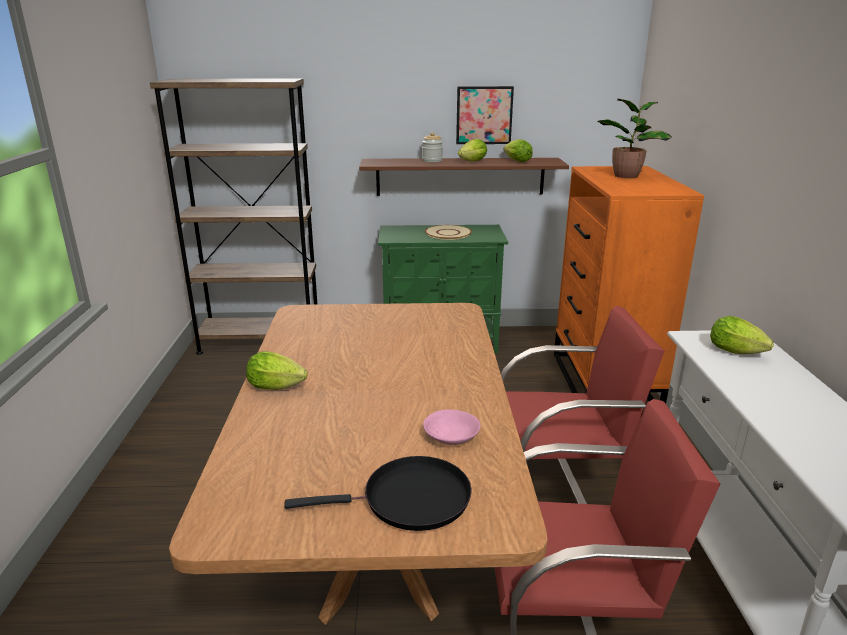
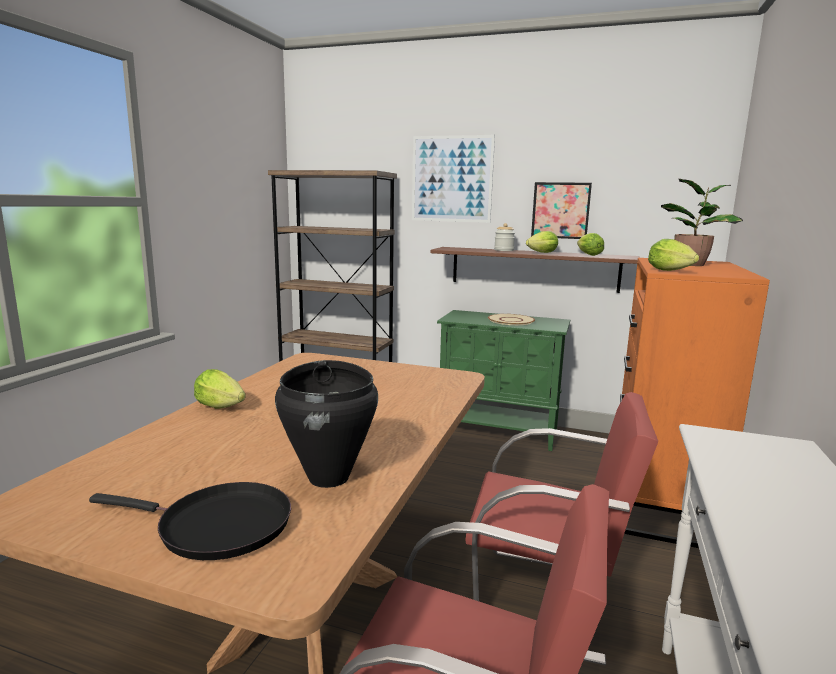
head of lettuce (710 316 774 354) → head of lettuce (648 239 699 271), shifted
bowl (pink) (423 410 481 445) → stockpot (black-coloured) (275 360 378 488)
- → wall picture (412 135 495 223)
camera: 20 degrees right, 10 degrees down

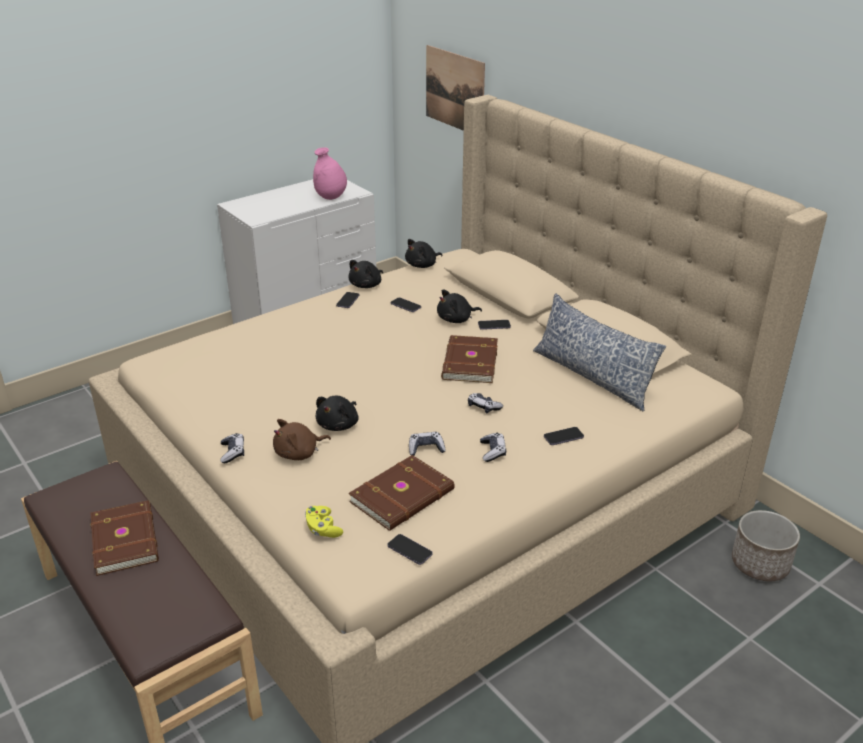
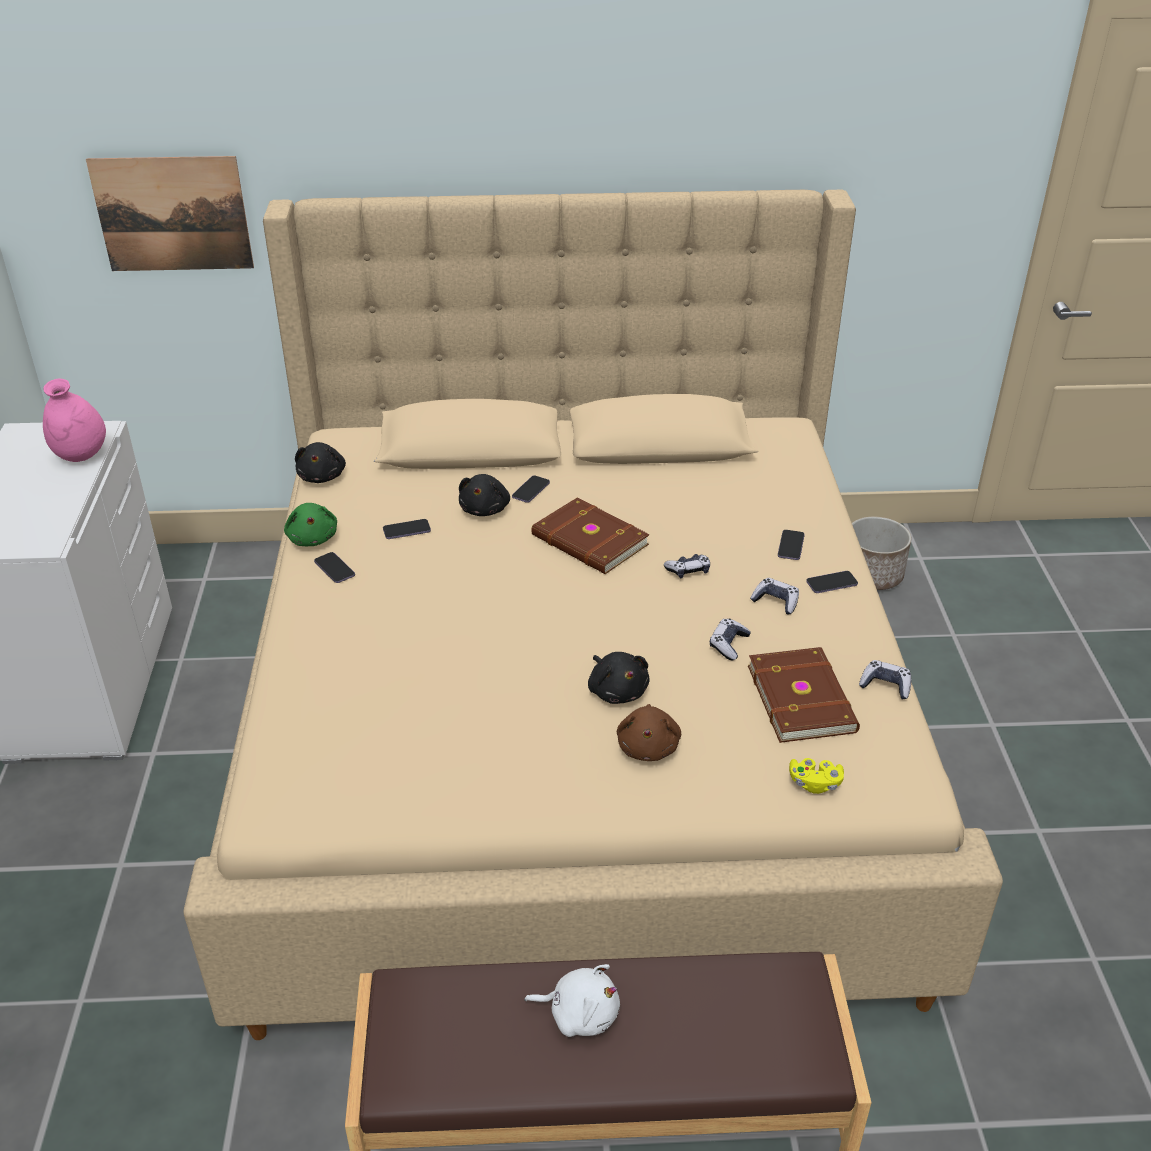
soft toy (black-coloured) (348 260 383 288) → soft toy (green) (284 503 337 546)
cushion (533 293 666 411) → -
gamepad (220 433 244 463) → gamepad (859 660 912 699), shifted
volume (brownish) (90 500 159 576) → soft toy (white-coloured) (524 964 620 1037)
telephone (387 534 433 565) → telephone (806 571 858 593), shifted
camera: 55 degrees left, 5 degrees up

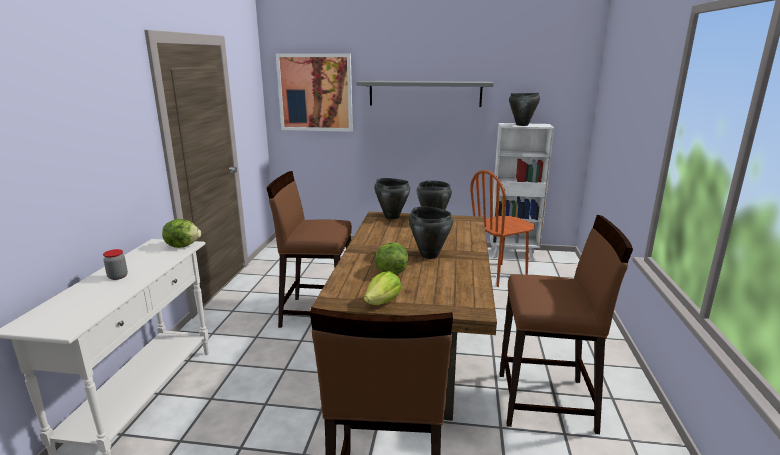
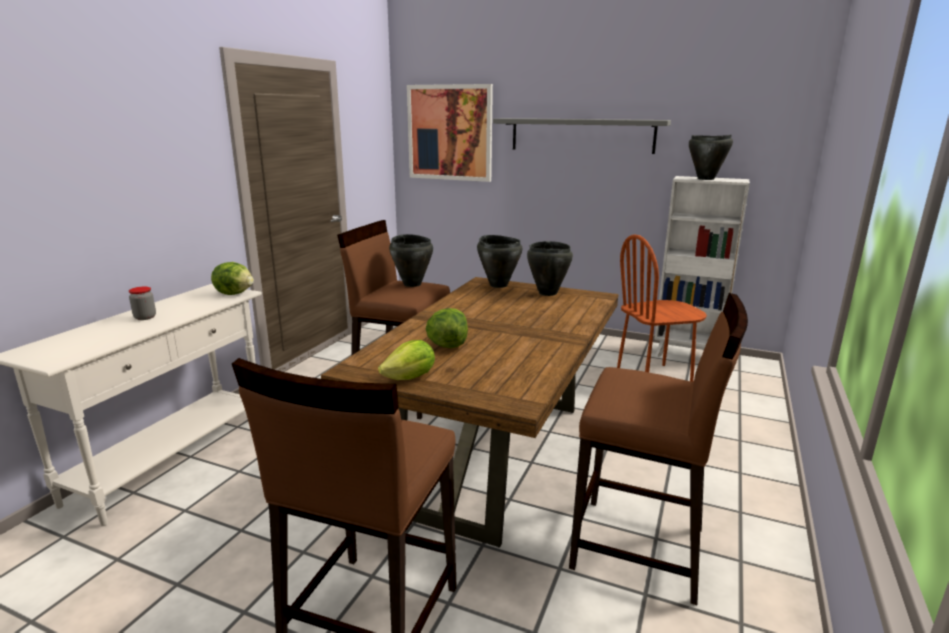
stockpot (black-coloured) (409 206 453 259) → stockpot (black-coloured) (389 234 433 287), shifted
camera: 15 degrees right, 0 degrees up

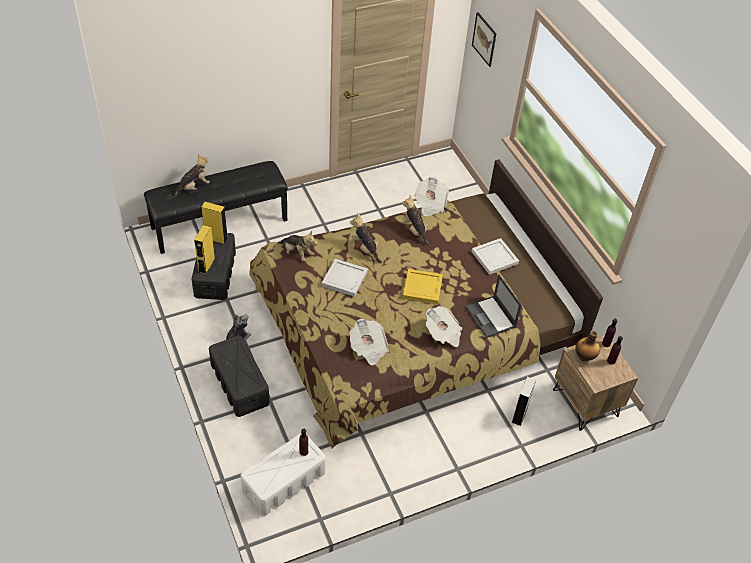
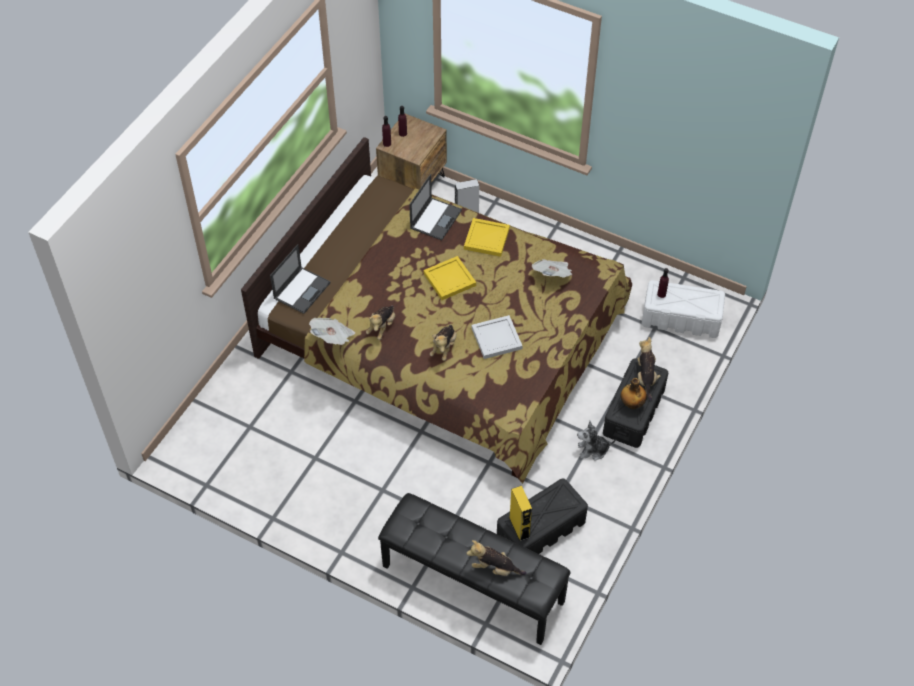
wall picture (472 12 496 67) → -
audio speaker (yellowish) (194 225 215 274) → -
soft toy (278 231 318 261) → soft toy (638 337 661 401), shifted
tray (white-coloured) (471 238 519 275) → -
daily paper (426 306 462 347) → tray (yellowish) (464 218 510 257)
drink bottle (575 331 600 361) → drink bottle (621 378 647 409), shifted
- → laptop (270 244 331 314)
camera: 125 degrees left, 5 degrees up

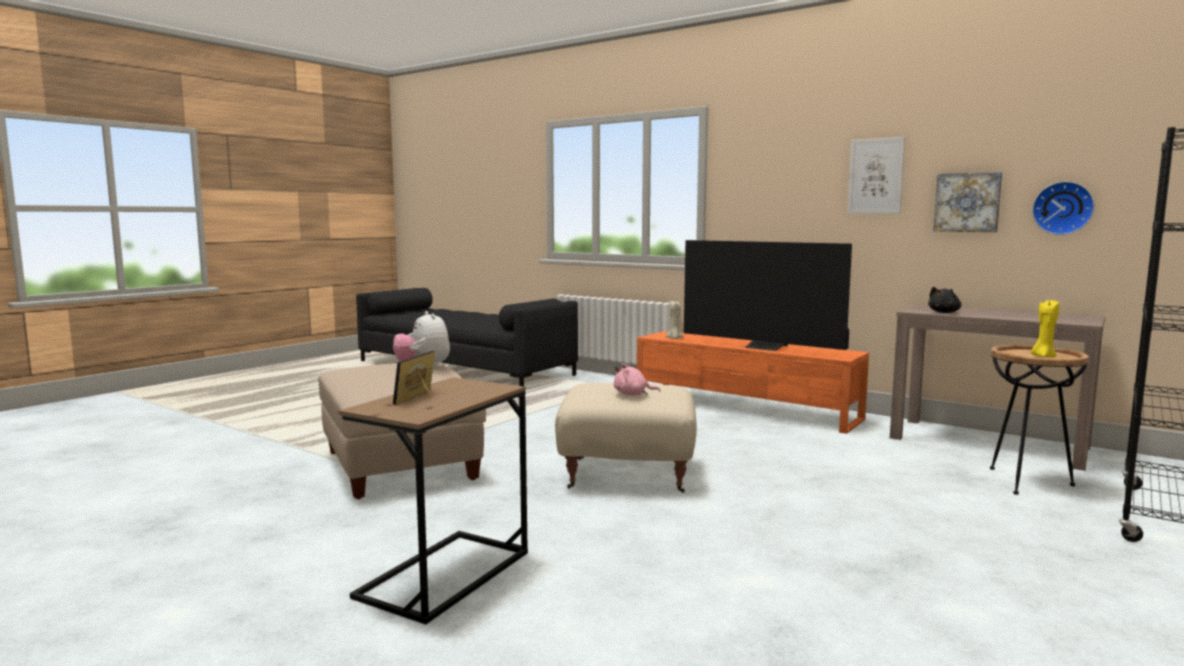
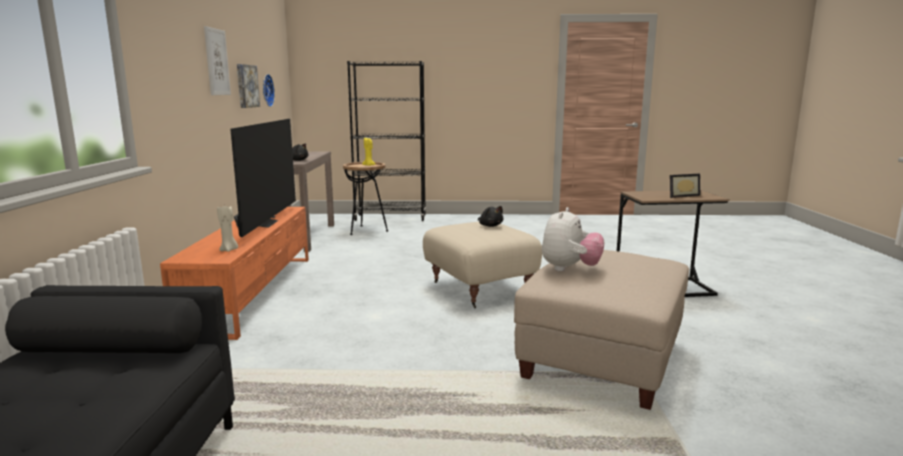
soft toy (pink) (614 363 661 396) → soft toy (black-coloured) (478 206 504 227)
camera: 125 degrees left, 5 degrees up

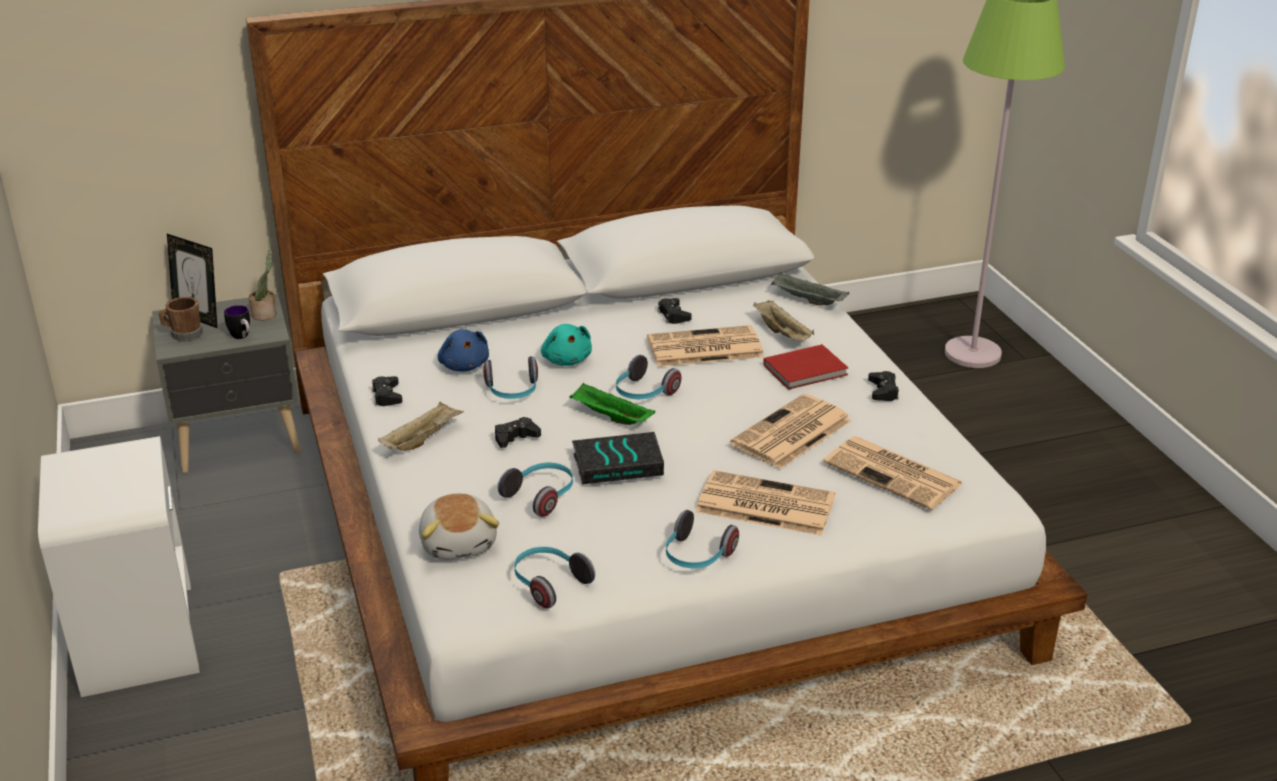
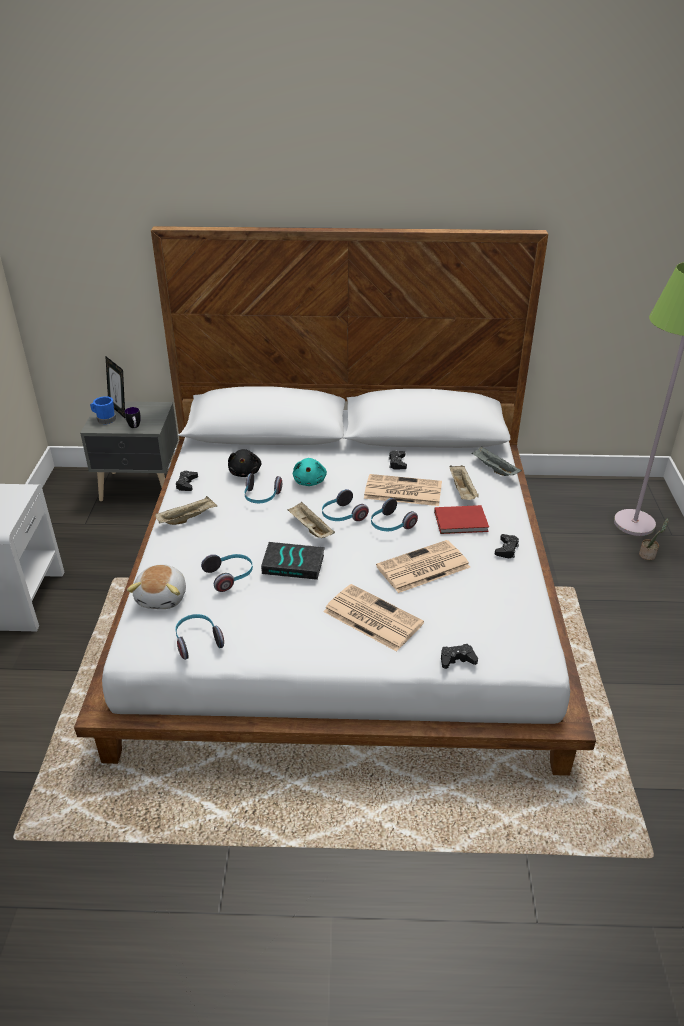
plant in a pot (249 250 277 321) → plant in a pot (639 518 668 560), shifted
coffee mug (brownish) (158 297 203 342) → coffee mug (blue-coloured) (90 396 116 424)
soft toy (blue-coloured) (438 329 489 371) → soft toy (black-coloured) (228 449 262 477)
tray (green) (569 382 655 425) → tray (beige-coloured) (288 502 335 538)
gamepad (black-coloured) (495 417 541 448) → gamepad (black-coloured) (441 644 478 669), shifted
daily paper (823 436 963 510) → -
pair of headphones (666 510 739 568) → pair of headphones (371 498 418 531), shifted
camera: 20 degrees right, 5 degrees up

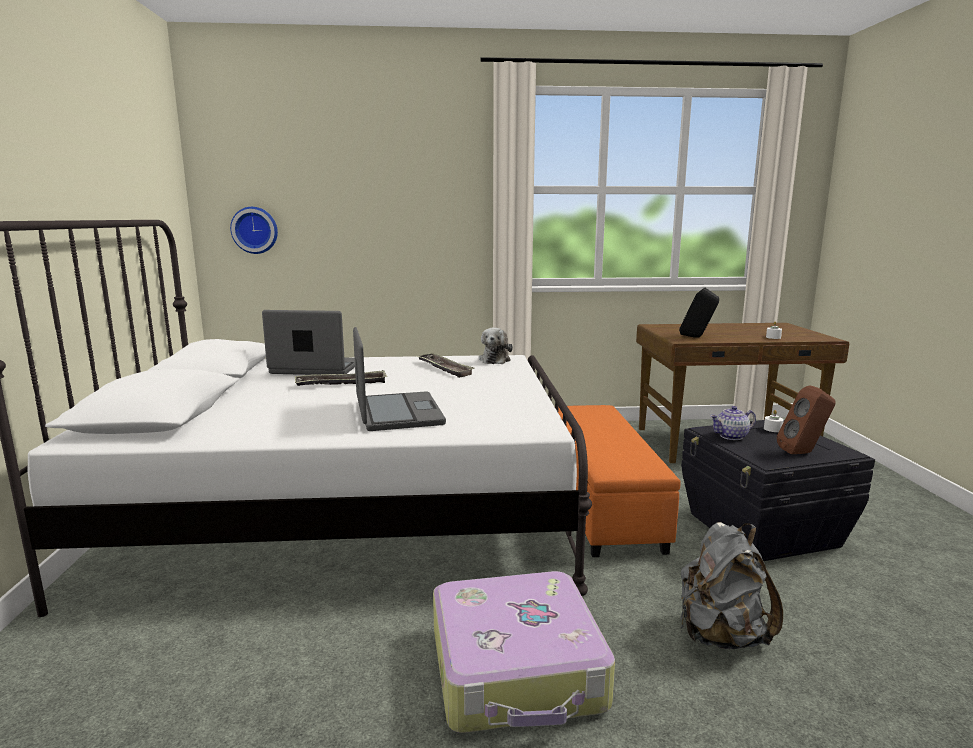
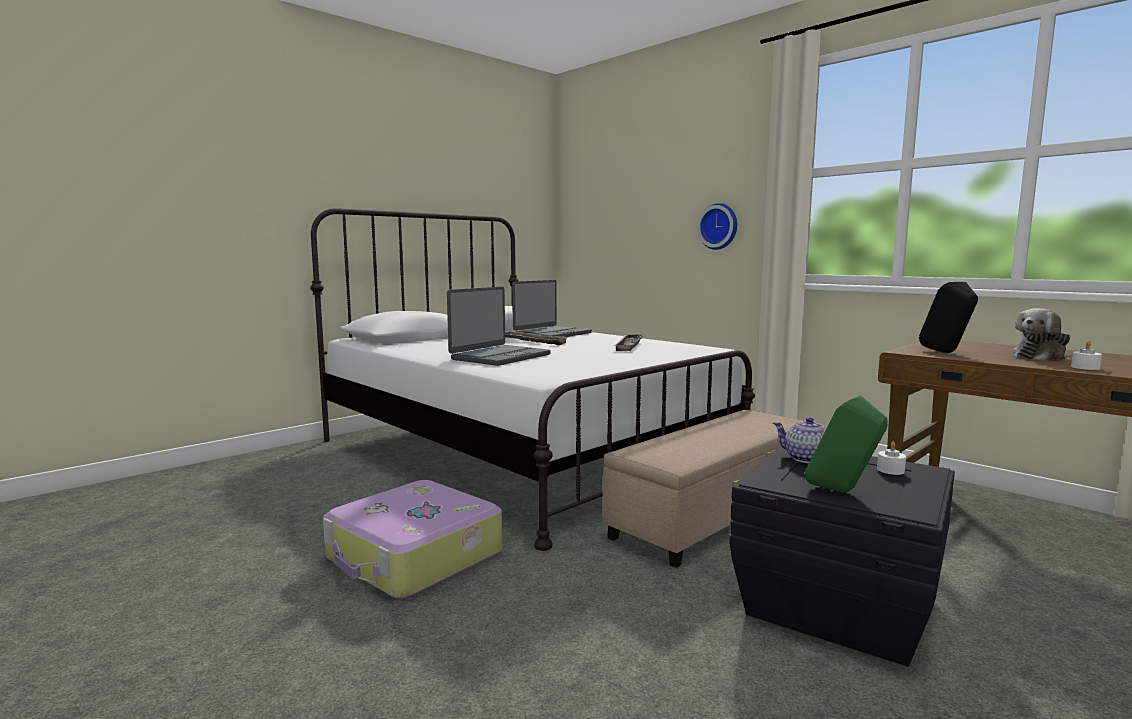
wall clock (230 207 278 254) → wall clock (697 203 737 250), shifted
laptop (262 310 355 375) → laptop (512 280 592 337), 75 degrees clockwise
soft toy (479 327 513 364) → soft toy (1012 308 1070 361), shifted
audio speaker (brownish) (777 385 835 454) → audio speaker (green) (805 395 888 493)
pouffe (orange) (558 405 681 557) → pouffe (beige-coloured) (603 410 805 568)
knapsack (greyish) (680 522 783 649) → -
camera: 50 degrees right, 5 degrees down

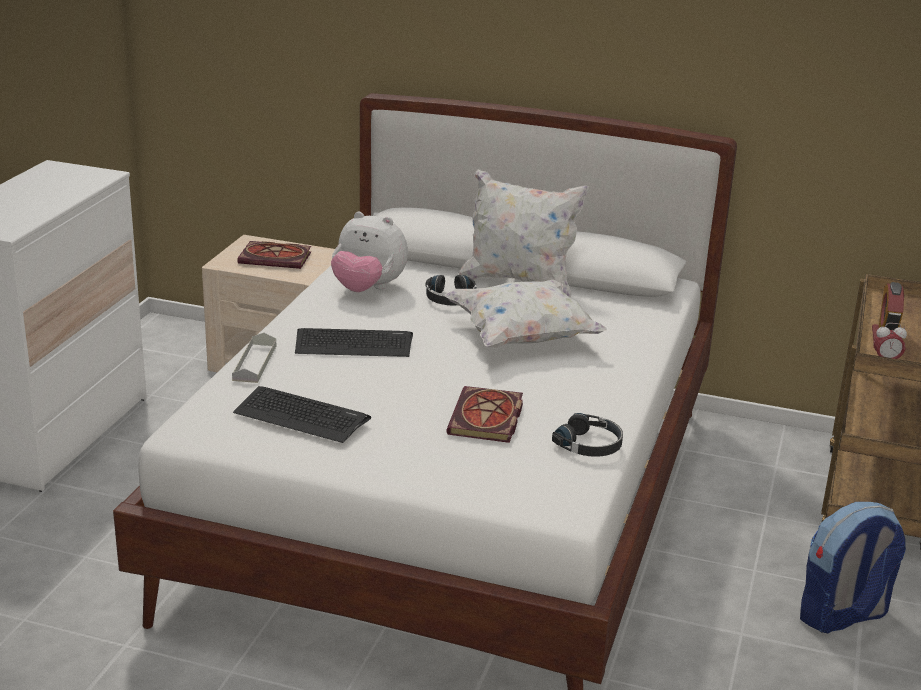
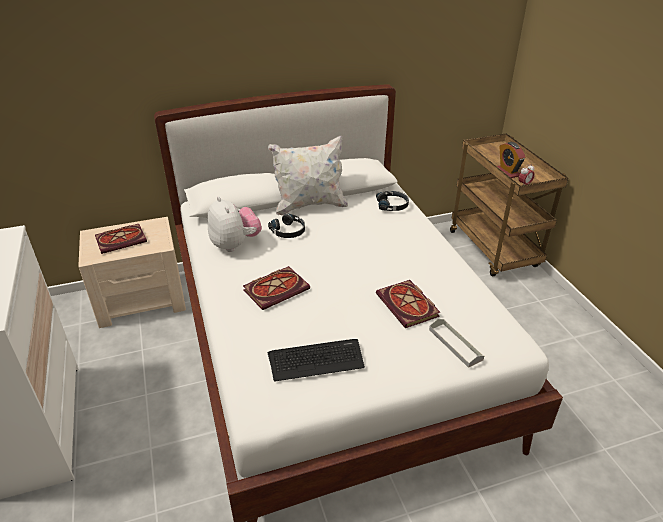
soft toy (331 212 408 292) → soft toy (207 196 262 252), 105 degrees counterclockwise
cushion (white-coloured) (445 280 607 347) → -
keyboard (295 328 413 357) → volume (243 266 310 310)
tray (greyish) (232 333 276 383) → tray (greyish) (429 319 484 368), shifted
pair of headphones (black-coloured) (552 413 623 457) → pair of headphones (black-coloured) (376 191 409 211), shifted
knapsack (800 502 906 633) → -
camera: 35 degrees left, 10 degrees up

